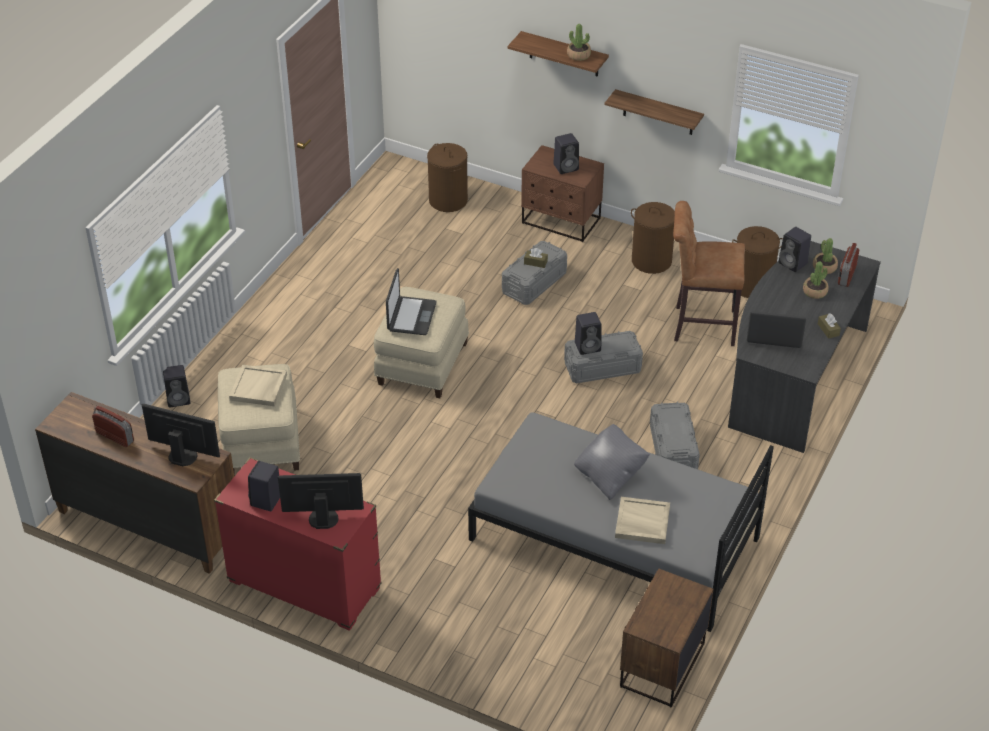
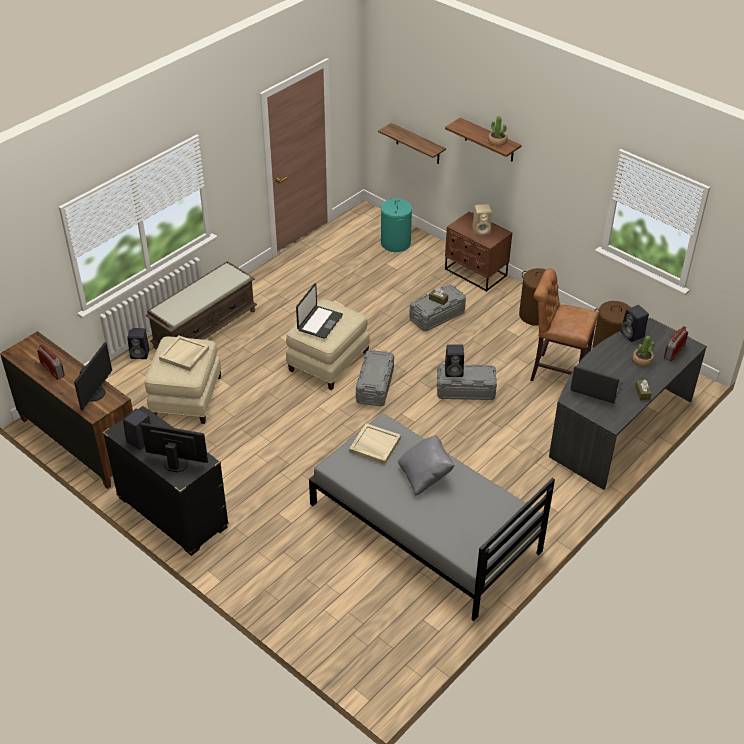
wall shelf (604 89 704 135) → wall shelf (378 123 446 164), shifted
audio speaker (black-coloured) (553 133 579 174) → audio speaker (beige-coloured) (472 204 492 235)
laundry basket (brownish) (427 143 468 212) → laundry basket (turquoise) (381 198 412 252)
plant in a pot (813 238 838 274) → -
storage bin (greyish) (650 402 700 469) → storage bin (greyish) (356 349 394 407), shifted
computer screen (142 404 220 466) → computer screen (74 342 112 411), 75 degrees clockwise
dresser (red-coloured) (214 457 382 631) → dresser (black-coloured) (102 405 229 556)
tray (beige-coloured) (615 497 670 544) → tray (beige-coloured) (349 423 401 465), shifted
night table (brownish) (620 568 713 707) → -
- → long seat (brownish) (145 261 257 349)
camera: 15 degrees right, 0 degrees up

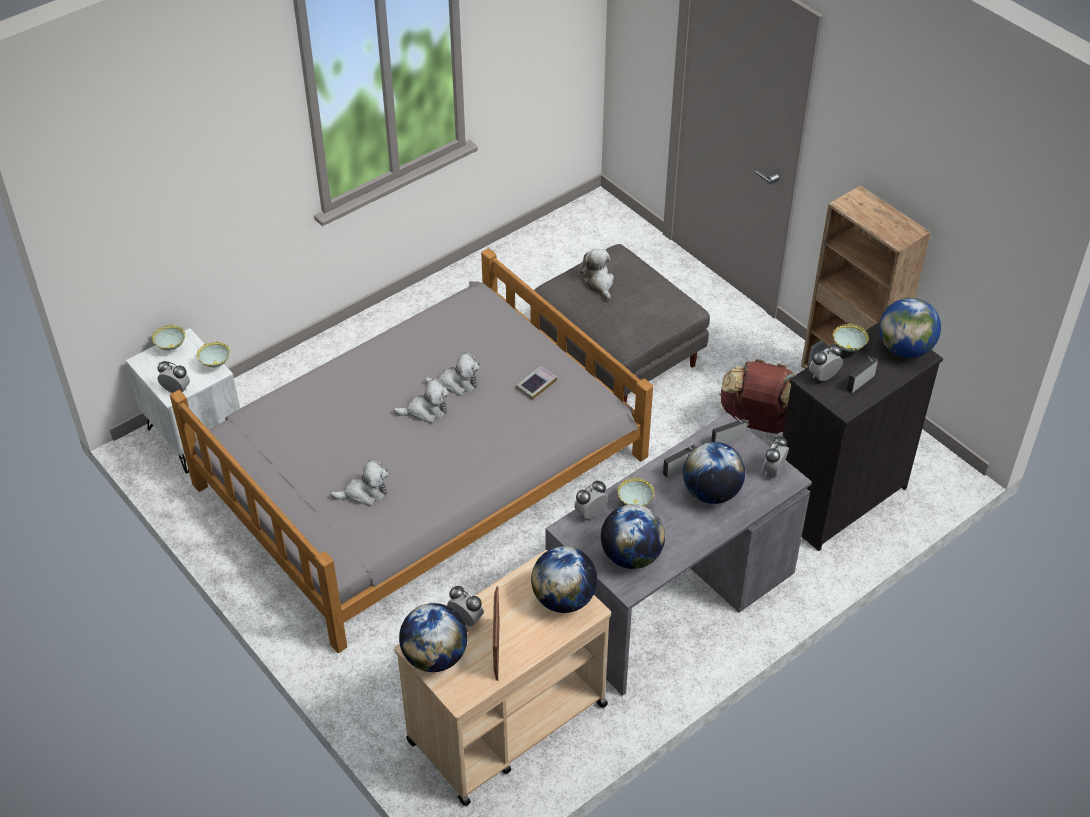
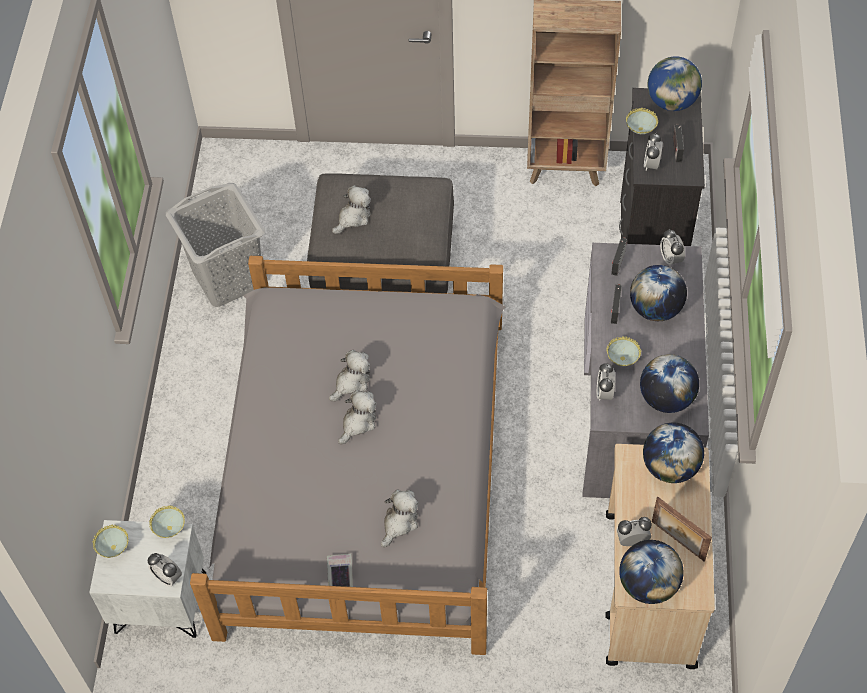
soft toy (580 249 614 300) → soft toy (332 185 371 234), 105 degrees clockwise
knapsack (brownish) (720 359 795 434) → -
table clock (157 361 190 393) → table clock (148 553 182 587), 120 degrees counterclockwise
volume (516 366 557 400) → volume (327 553 353 587), shifted
- → laundry basket (greyish) (166 183 265 307)
camera: 45 degrees left, 10 degrees up

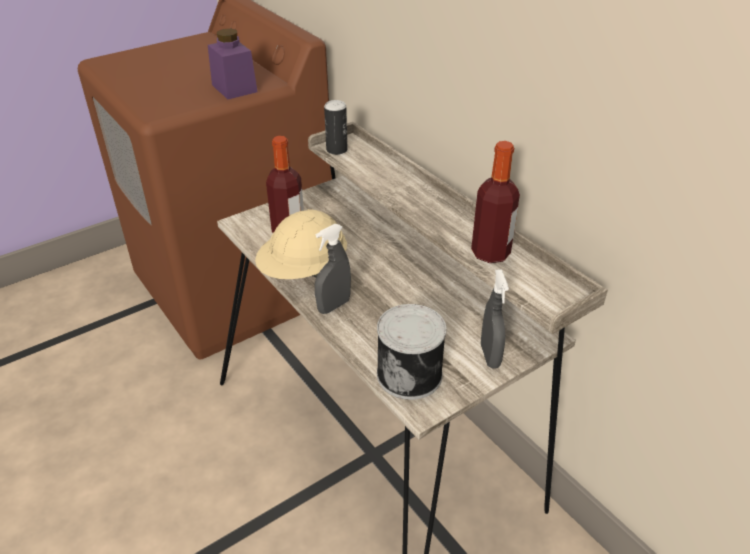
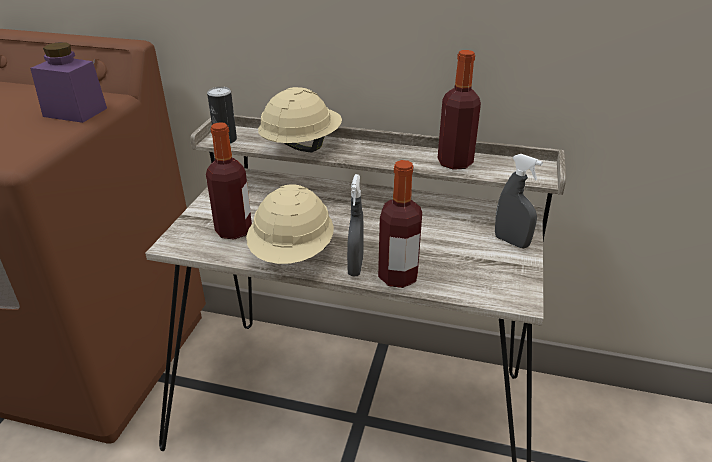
metal can (377 304 447 400) → -
- → hard hat (beige-coloured) (258 87 342 152)
- → drink bottle (378 160 422 288)
camera: 40 degrees left, 5 degrees down

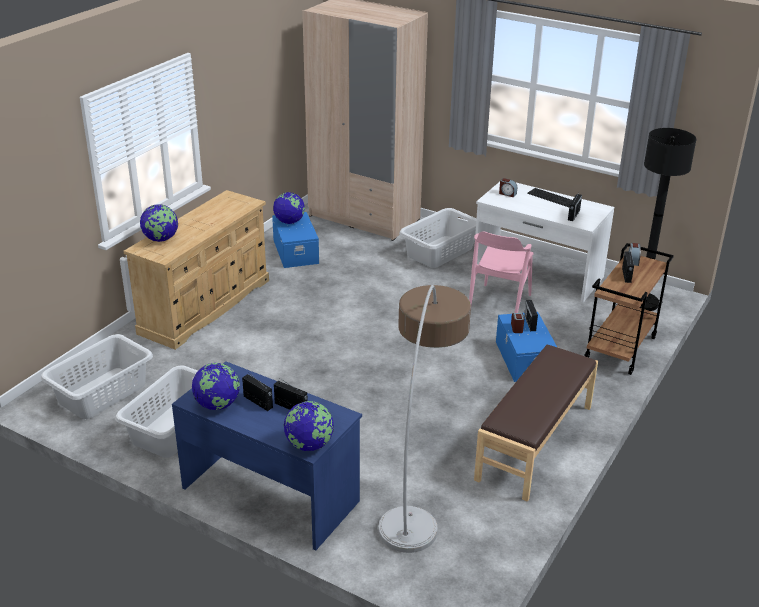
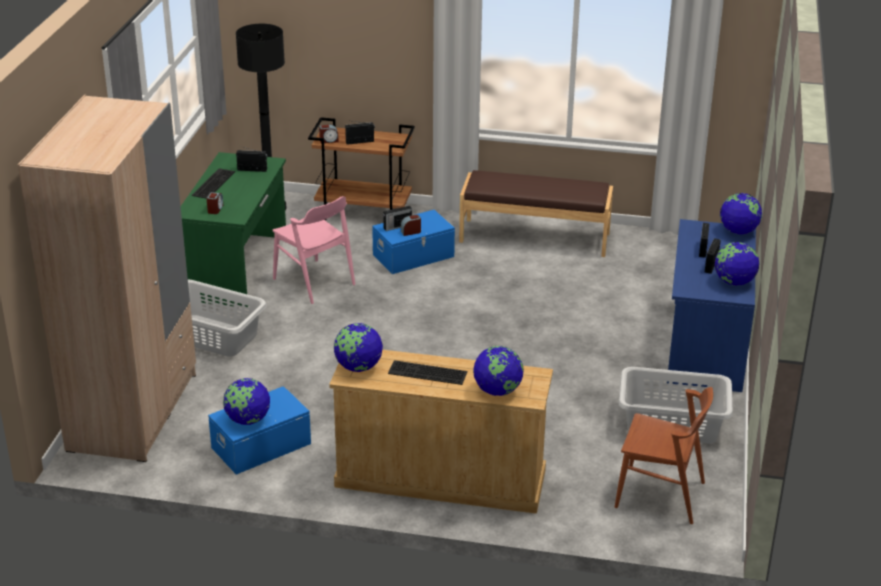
desk (white-coloured) (475 182 614 302) → desk (green) (181 152 286 307)
plain chair (pink) (469 231 534 313) → plain chair (pink) (273 196 355 304), 45 degrees clockwise
floor lamp (378 285 471 553) → -
laundry basket (greyish) (41 334 153 419) → plain chair (brownish) (615 387 713 524)
- → desk globe (334 323 383 372)
- → keyboard (388 360 467 385)
camera: 110 degrees left, 0 degrees up

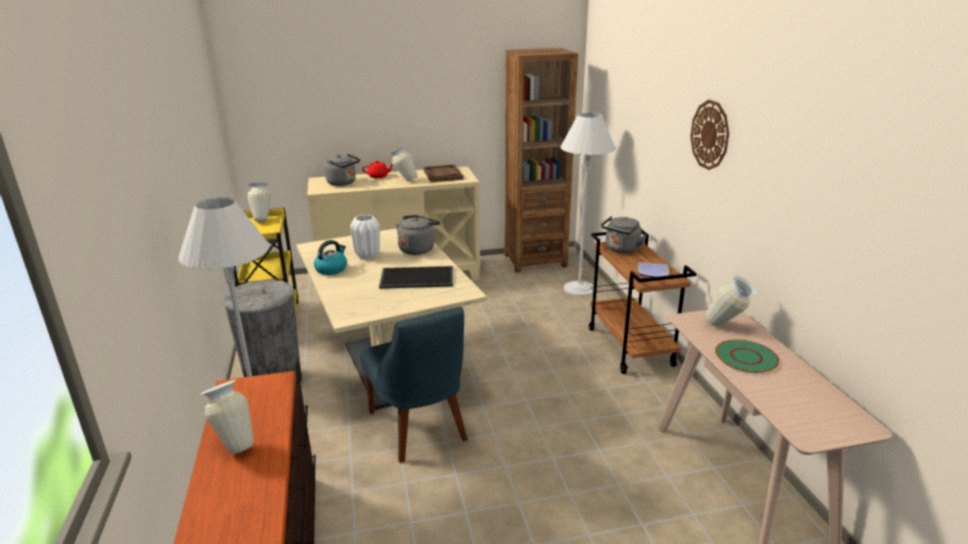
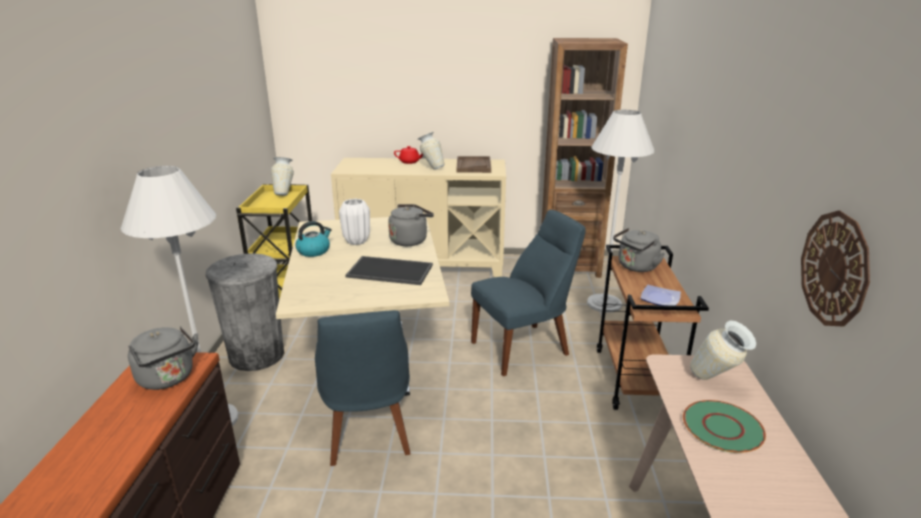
wall clock (690 100 729 170) → wall clock (801 211 870 326), shifted
kettle (greyish) (324 154 360 186) → kettle (greyish) (128 326 199 390), shifted
flower vase (201 380 254 454) → -
- → plain chair (blue-coloured) (471 210 586 376)
camera: 15 degrees right, 0 degrees up

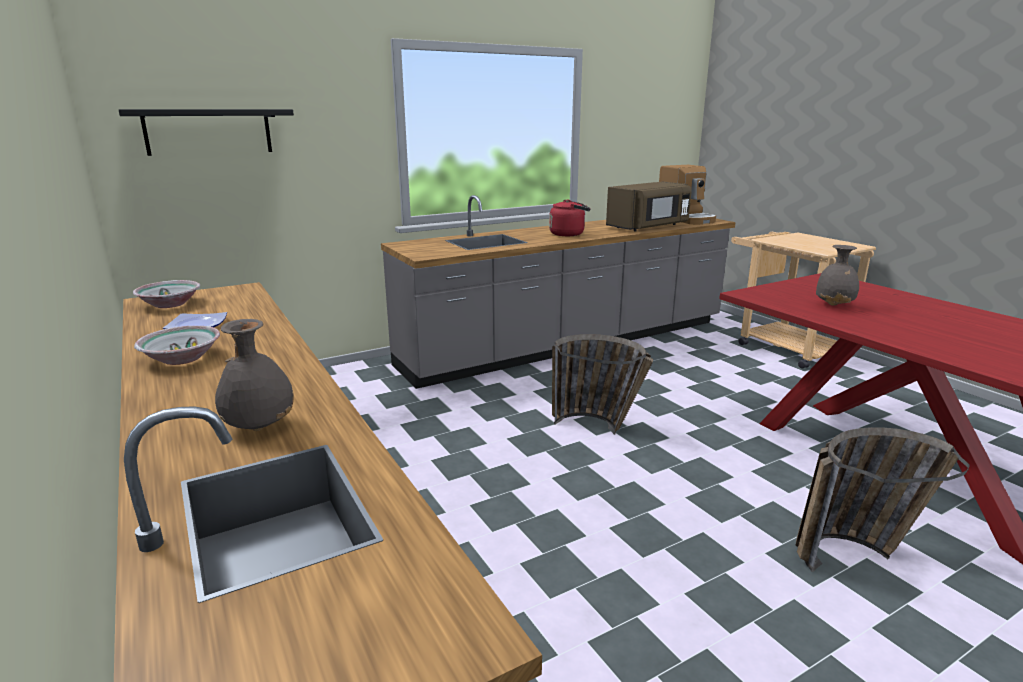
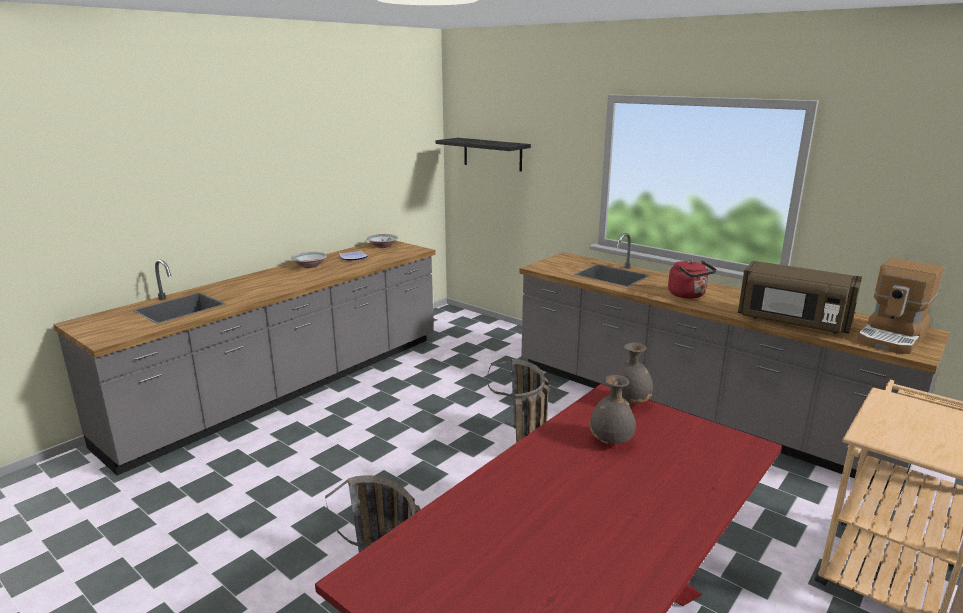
flower vase (greyish) (215 319 294 431) → flower vase (greyish) (616 343 653 404), shifted
camera: 70 degrees right, 0 degrees up

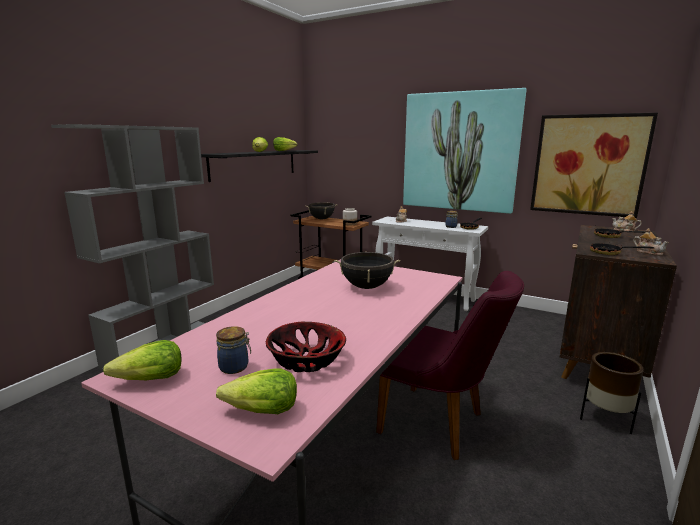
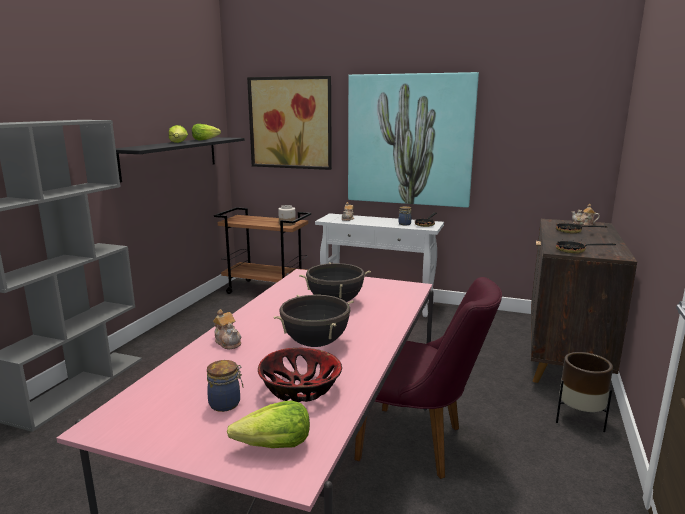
wall picture (530 113 658 218) → wall picture (247 76 332 170), shifted
stockpot (black-coloured) (306 202 338 220) → stockpot (black-coloured) (274 295 354 347), shifted
tea pot (633 228 669 256) → tea pot (213 309 242 349), shifted
head of lettuce (103 340 182 380) → -
camera: 10 degrees left, 0 degrees up

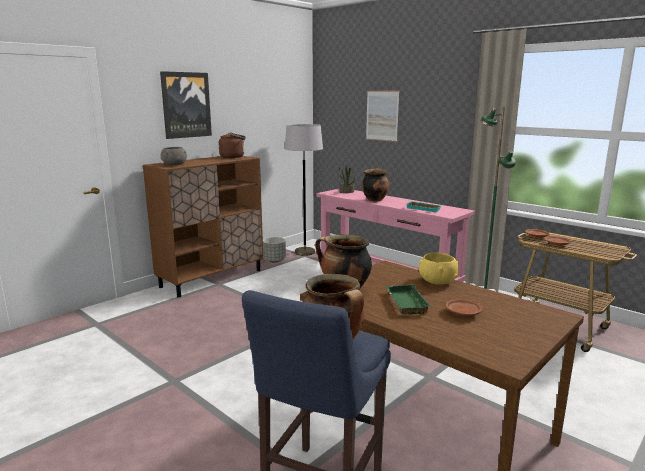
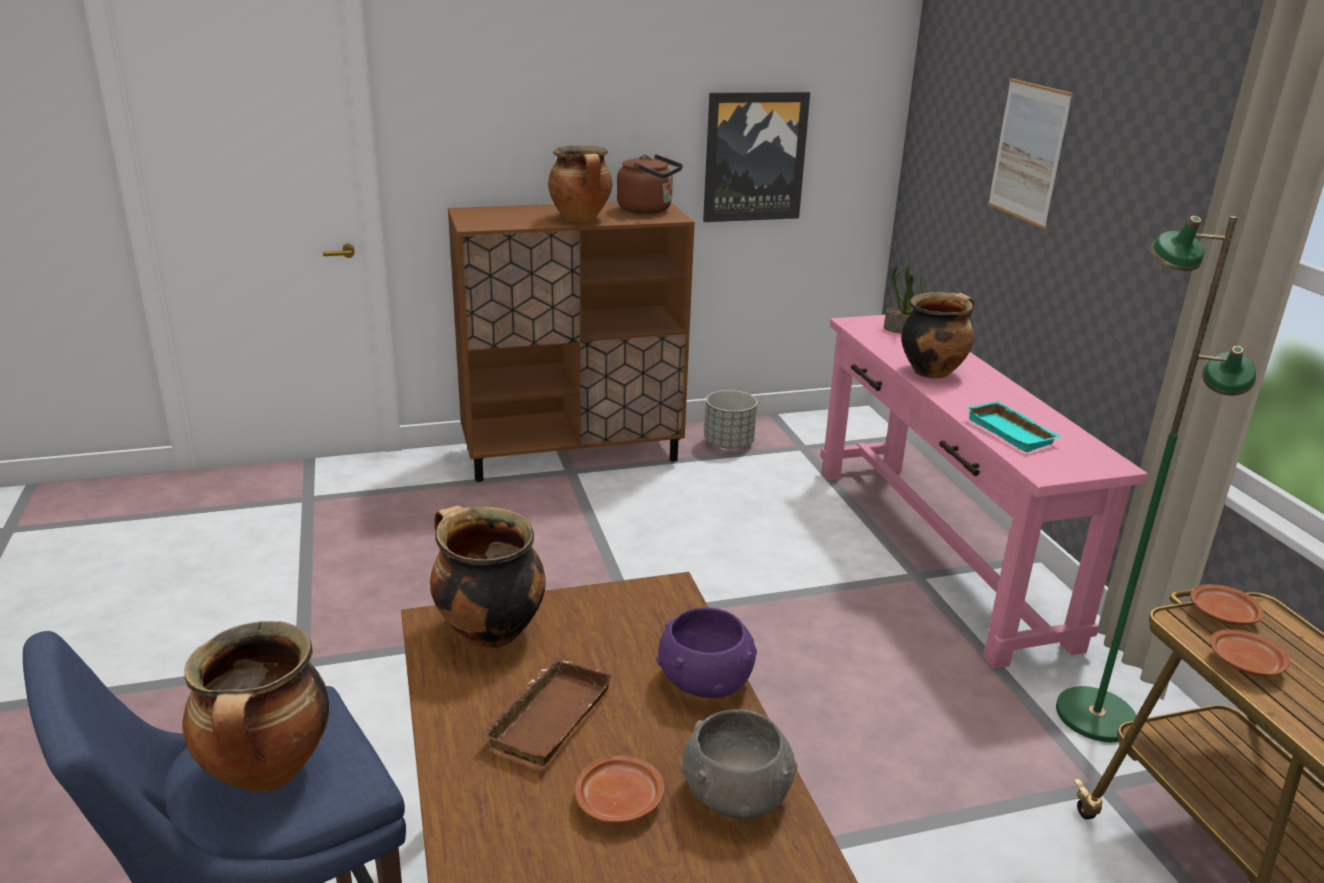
wall picture (160 71 212 139) → wall picture (703 92 810 222), shifted
floor lamp (greyish) (285 124 323 256) → -
bowl (greyish) (160 147 187 165) → bowl (greyish) (680 709 797 819), shifted
bowl (yellowish) (419 253 459 285) → bowl (purple) (657 607 757 698)
tray (green) (385 284 431 315) → tray (brownish) (479 657 614 766)
- → stockpot (548 145 612 222)
camera: 30 degrees right, 10 degrees up

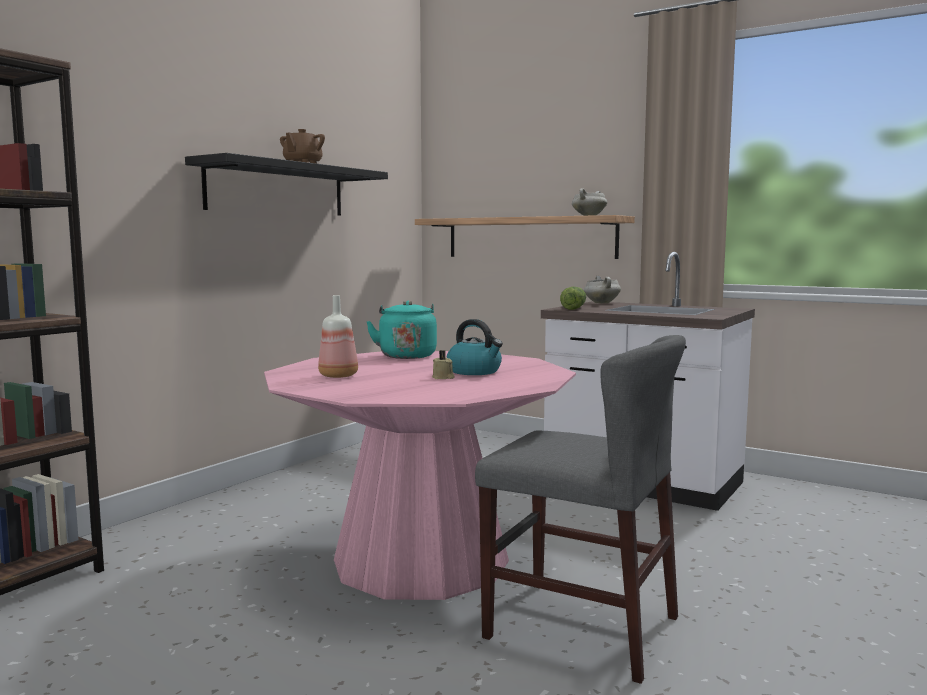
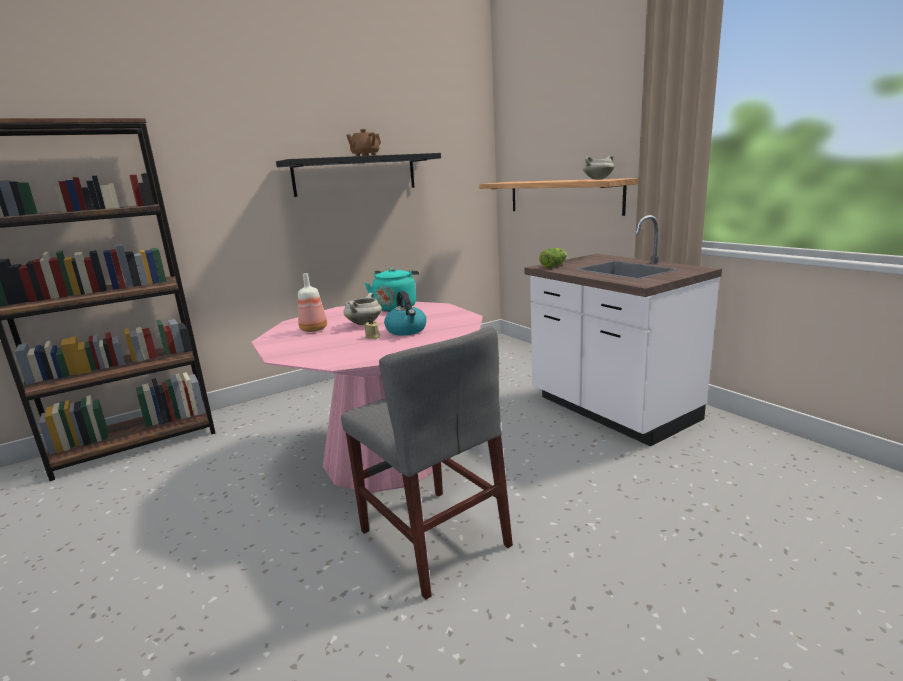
stockpot (white-coloured) (584 276 621 303) → stockpot (white-coloured) (343 293 382 325), shifted
camera: 25 degrees right, 10 degrees up

